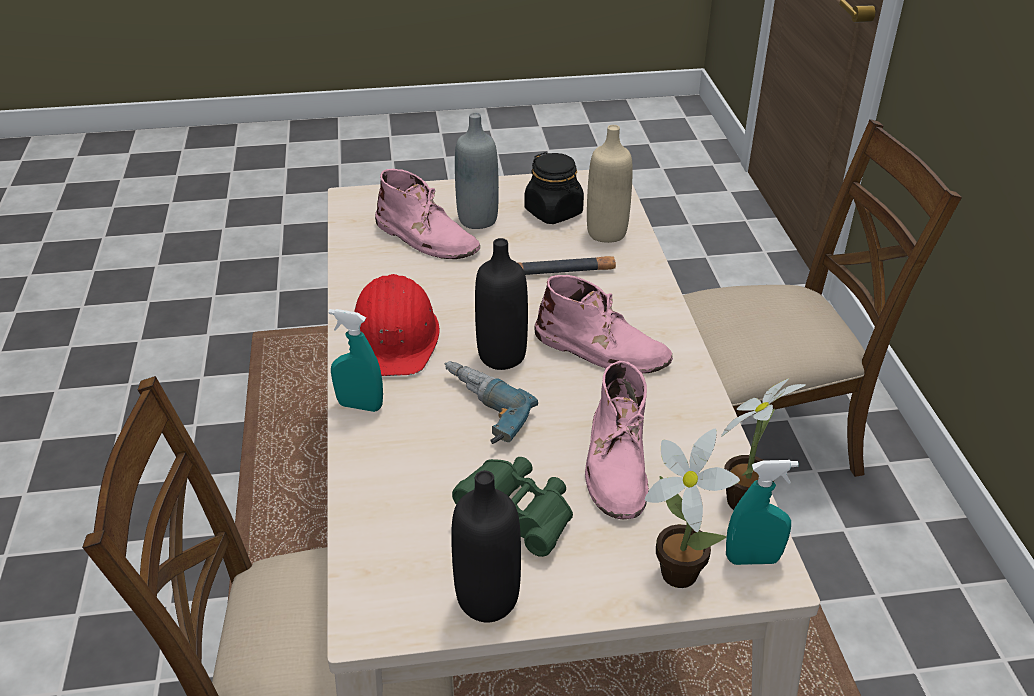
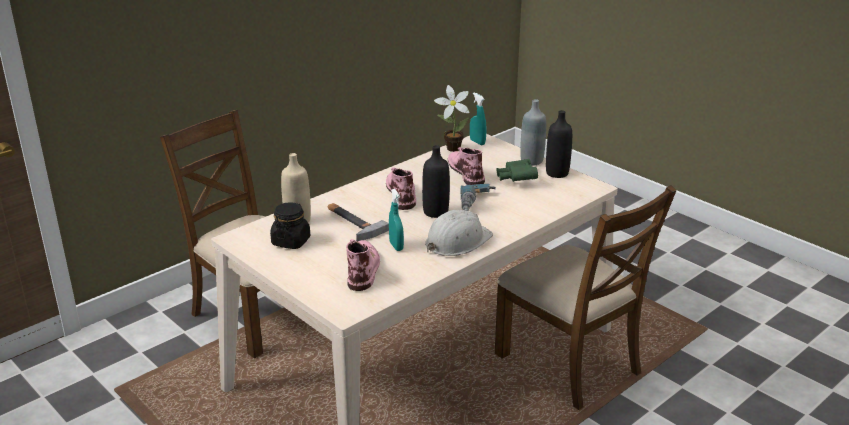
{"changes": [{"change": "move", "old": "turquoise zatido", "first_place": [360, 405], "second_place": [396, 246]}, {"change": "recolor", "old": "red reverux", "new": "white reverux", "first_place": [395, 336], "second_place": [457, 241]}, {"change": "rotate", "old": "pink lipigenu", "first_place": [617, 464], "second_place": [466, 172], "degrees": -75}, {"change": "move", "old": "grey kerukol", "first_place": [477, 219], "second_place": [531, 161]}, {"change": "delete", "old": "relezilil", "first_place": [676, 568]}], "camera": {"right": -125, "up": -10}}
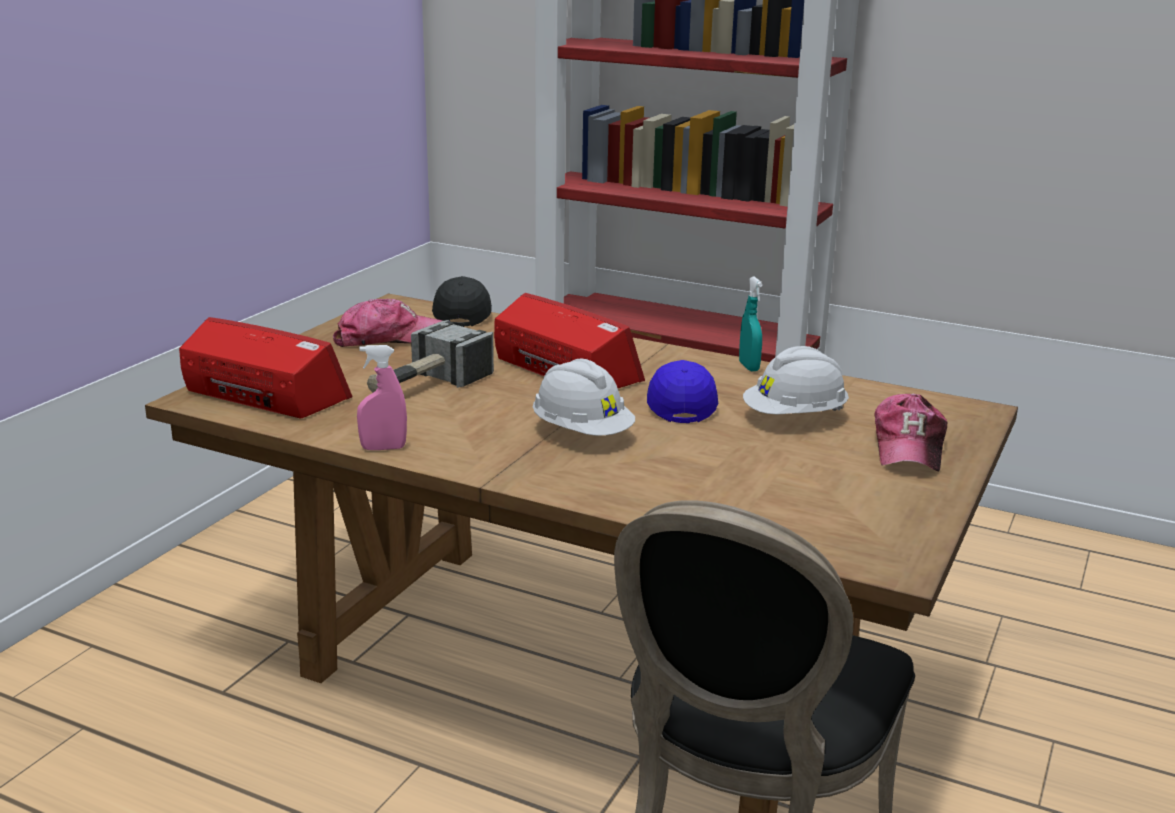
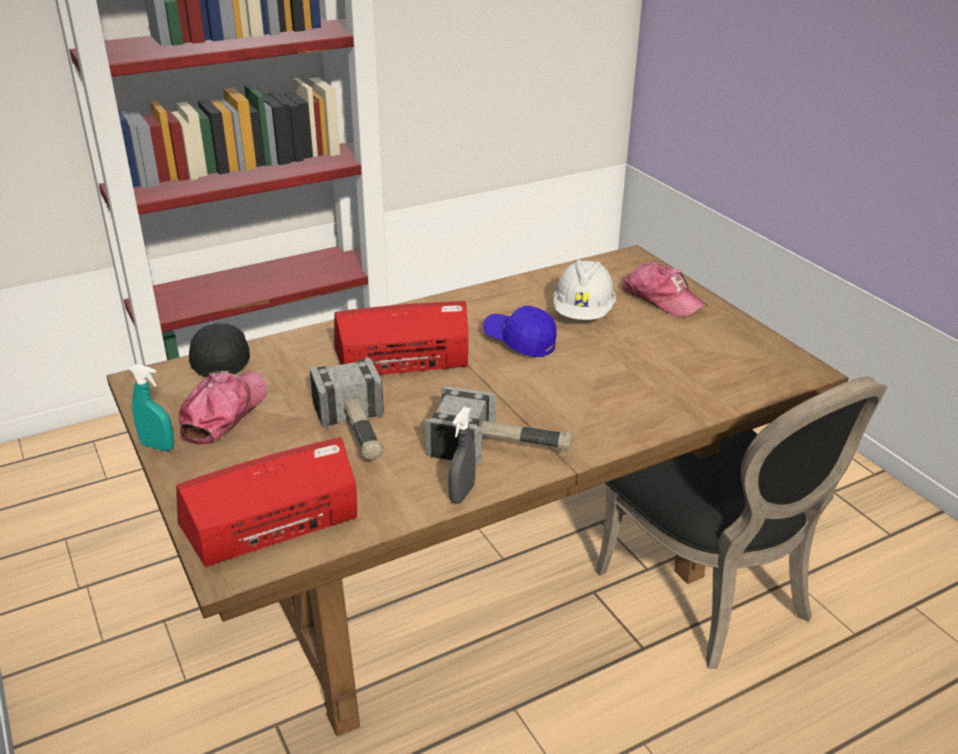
{"changes": [{"change": "move", "old": "turquoise zatido", "first_place": [749, 366], "second_place": [158, 446]}, {"change": "rotate", "old": "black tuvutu", "first_place": [463, 314], "second_place": [221, 358], "degrees": 45}, {"change": "insert", "new": "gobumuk", "second_place": [501, 449]}, {"change": "recolor", "old": "pink zatido", "new": "grey zatido", "first_place": [383, 448], "second_place": [462, 494]}, {"change": "delete", "old": "white reverux", "first_place": [582, 433]}], "camera": {"right": -55, "up": 10}}
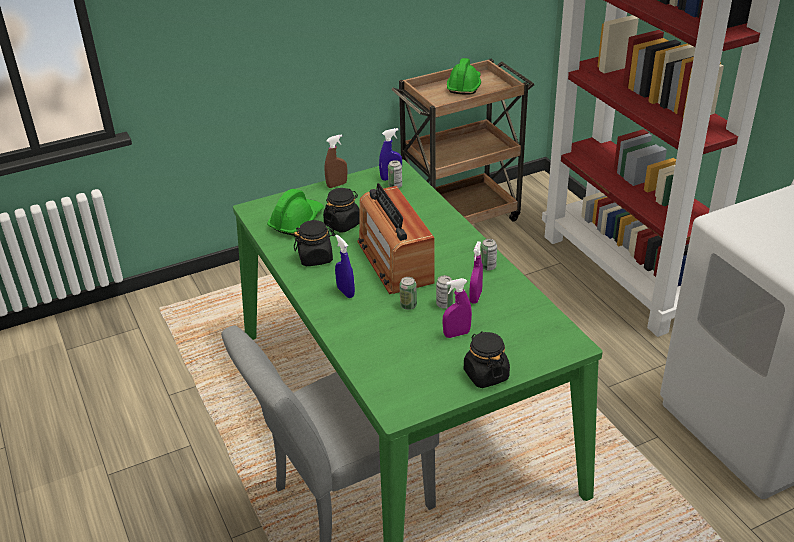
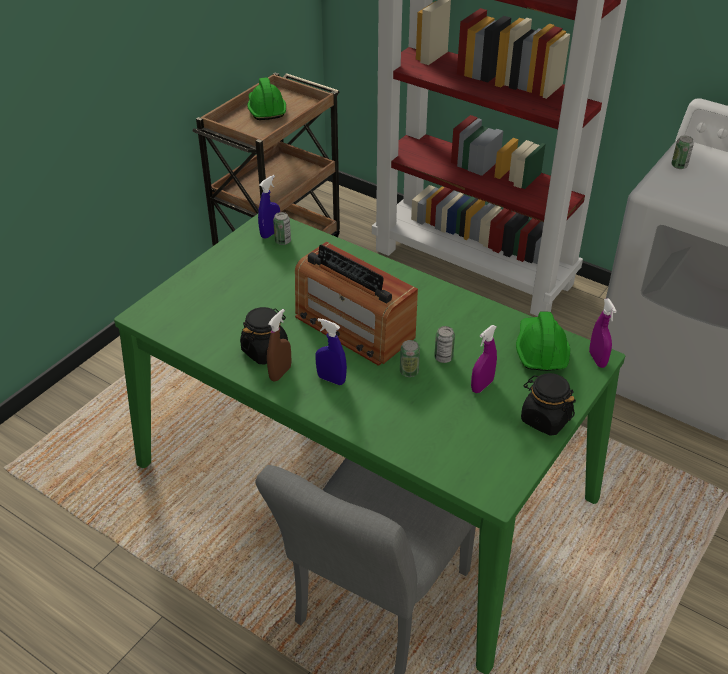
{"changes": [{"change": "move", "old": "brown zatido", "first_place": [337, 185], "second_place": [280, 373]}, {"change": "move", "old": "green reverux", "first_place": [296, 221], "second_place": [540, 350]}, {"change": "move", "old": "purple zatido", "first_place": [475, 297], "second_place": [597, 359]}, {"change": "move", "old": "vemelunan", "first_place": [488, 267], "second_place": [679, 166]}, {"change": "delete", "old": "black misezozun", "first_place": [342, 224]}], "camera": {"right": -30, "up": 5}}
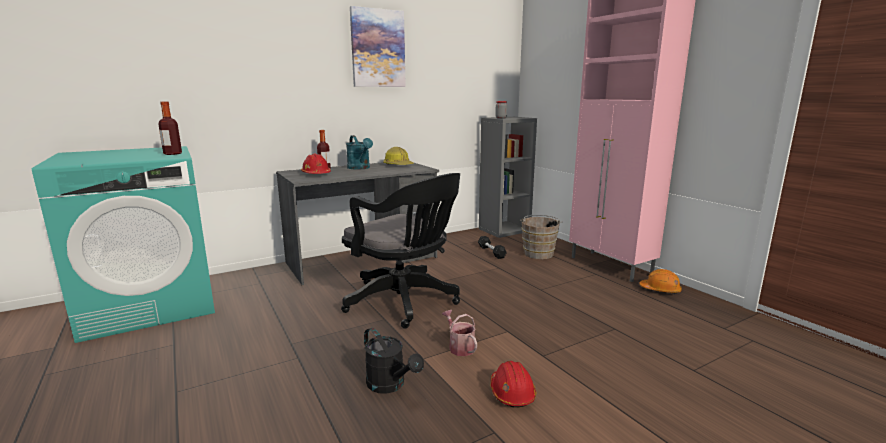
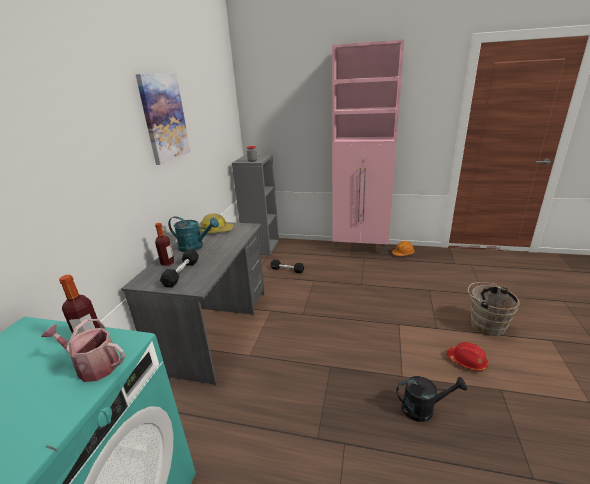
{"changes": [{"change": "move", "old": "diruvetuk", "first_place": [459, 347], "second_place": [93, 366]}, {"change": "replace", "old": "red reverux", "new": "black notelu", "first_place": [316, 174], "second_place": [182, 273]}, {"change": "move", "old": "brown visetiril", "first_place": [538, 253], "second_place": [485, 324]}, {"change": "delete", "old": "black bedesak", "first_place": [405, 302]}], "camera": {"right": -45, "up": 10}}
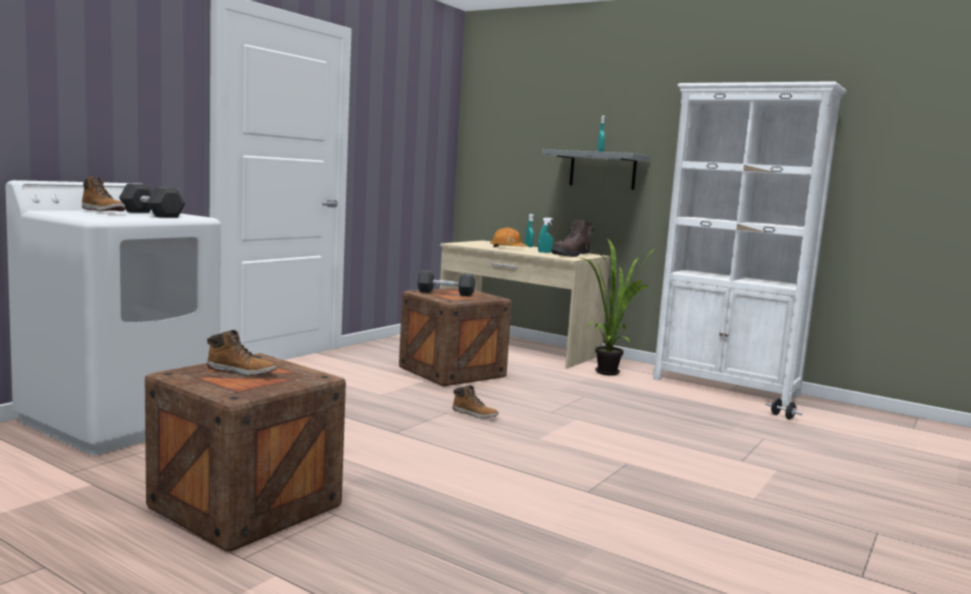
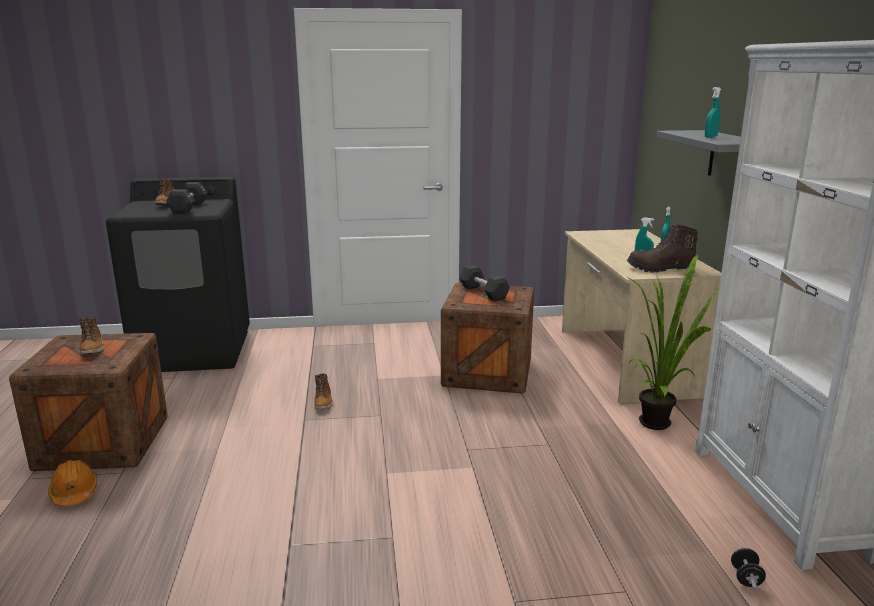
{"changes": [{"change": "move", "old": "orange reverux", "first_place": [507, 248], "second_place": [74, 493]}, {"change": "recolor", "old": "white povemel", "new": "black povemel", "first_place": [121, 421], "second_place": [195, 351]}, {"change": "move", "old": "lipigenu", "first_place": [475, 414], "second_place": [323, 401]}], "camera": {"right": 50, "up": 10}}
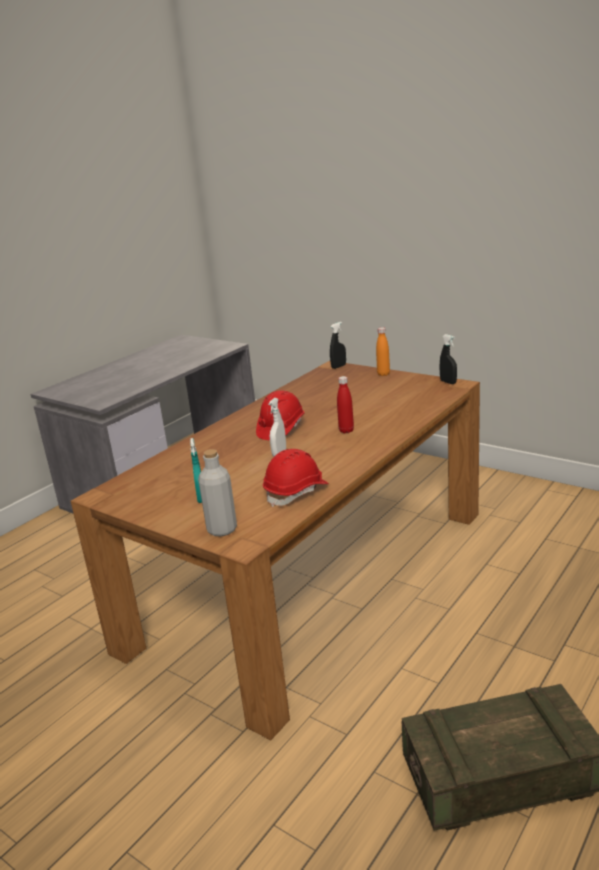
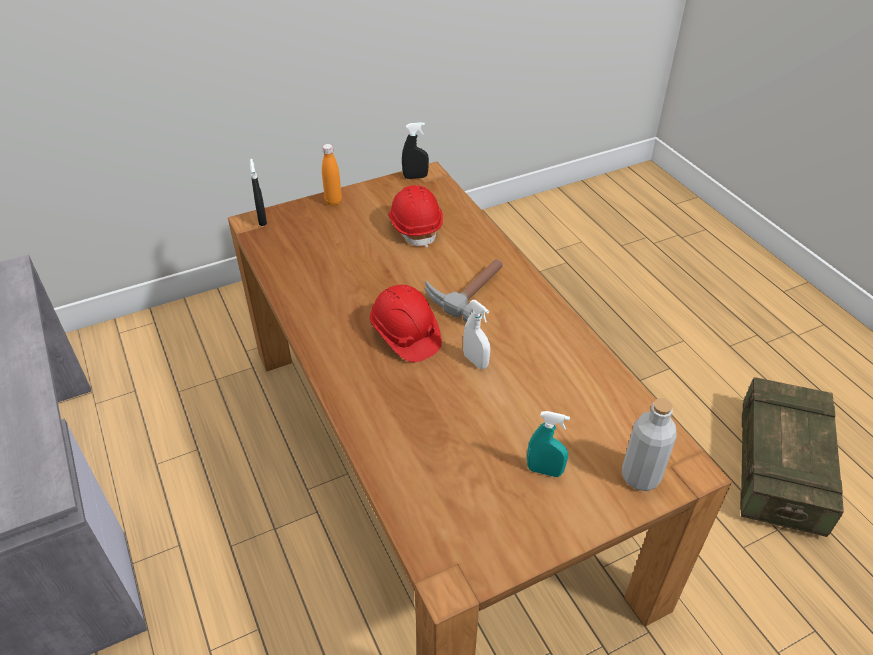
{"changes": [{"change": "move", "old": "red reverux", "first_place": [296, 492], "second_place": [415, 227]}, {"change": "replace", "old": "red kerukol", "new": "gobumuk", "first_place": [346, 431], "second_place": [466, 290]}], "camera": {"right": -65, "up": 20}}
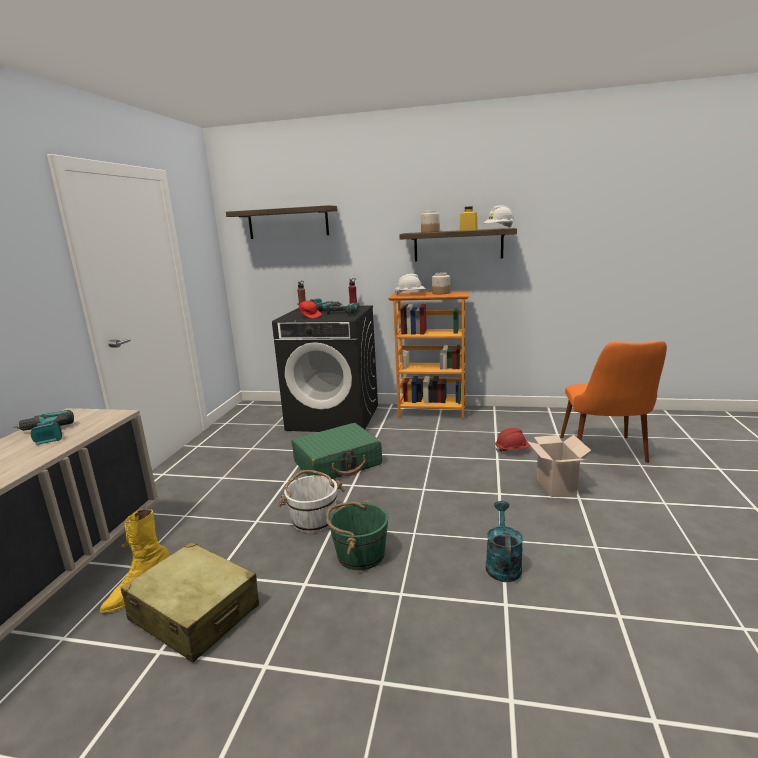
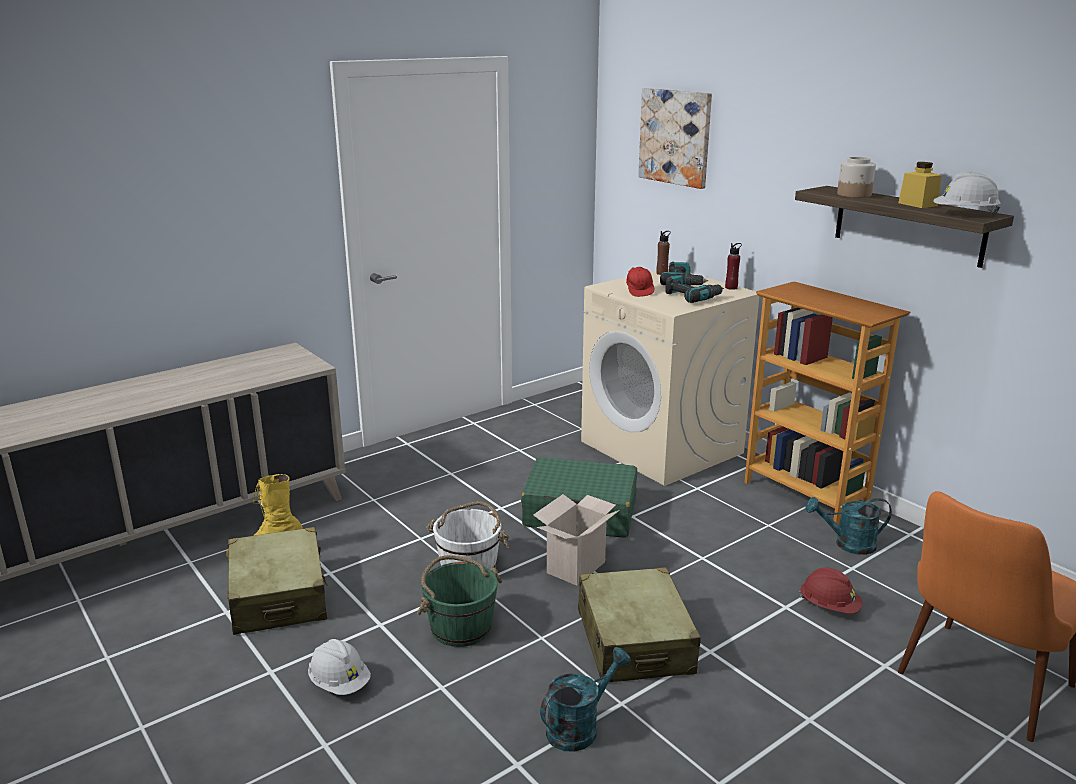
{"changes": [{"change": "move", "old": "white reverux", "first_place": [410, 294], "second_place": [339, 683]}, {"change": "move", "old": "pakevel", "first_place": [554, 486], "second_place": [575, 566]}, {"change": "insert", "new": "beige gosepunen", "second_place": [634, 642]}, {"change": "recolor", "old": "black povemel", "new": "beige povemel", "first_place": [334, 417], "second_place": [662, 447]}, {"change": "replace", "old": "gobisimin", "new": "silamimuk", "first_place": [288, 223], "second_place": [675, 137]}, {"change": "insert", "new": "turquoise diruvetuk", "second_place": [848, 544]}, {"change": "delete", "old": "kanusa", "first_place": [45, 435]}, {"change": "delete", "old": "misezozun", "first_place": [441, 293]}], "camera": {"right": 40, "up": 5}}
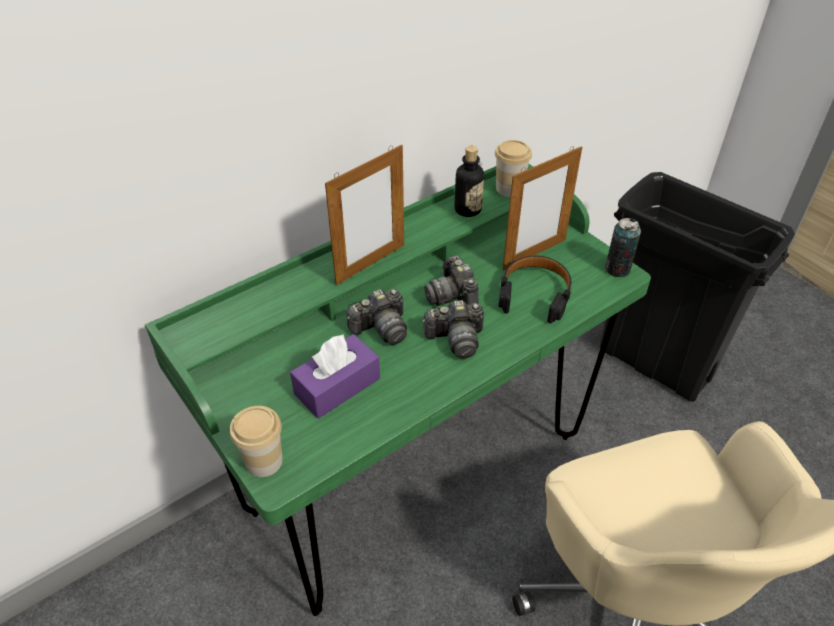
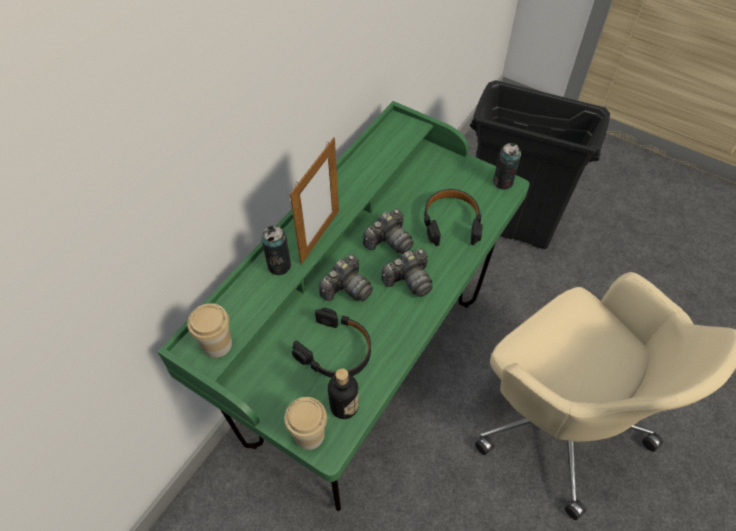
{"changes": [{"change": "move", "old": "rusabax", "first_place": [509, 189], "second_place": [217, 344]}, {"change": "insert", "new": "vemelunan", "second_place": [279, 265]}, {"change": "replace", "old": "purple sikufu", "new": "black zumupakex", "first_place": [337, 386], "second_place": [336, 350]}, {"change": "move", "old": "kerukol", "first_place": [467, 209], "second_place": [344, 406]}, {"change": "rotate", "old": "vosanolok", "first_place": [452, 295], "second_place": [389, 241], "degrees": -90}, {"change": "delete", "old": "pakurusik", "first_place": [534, 254]}], "camera": {"right": -20, "up": 10}}
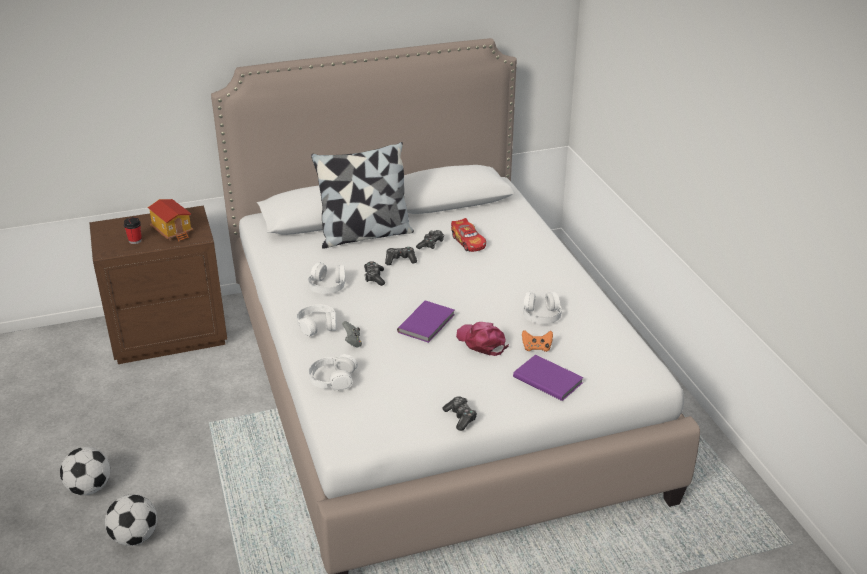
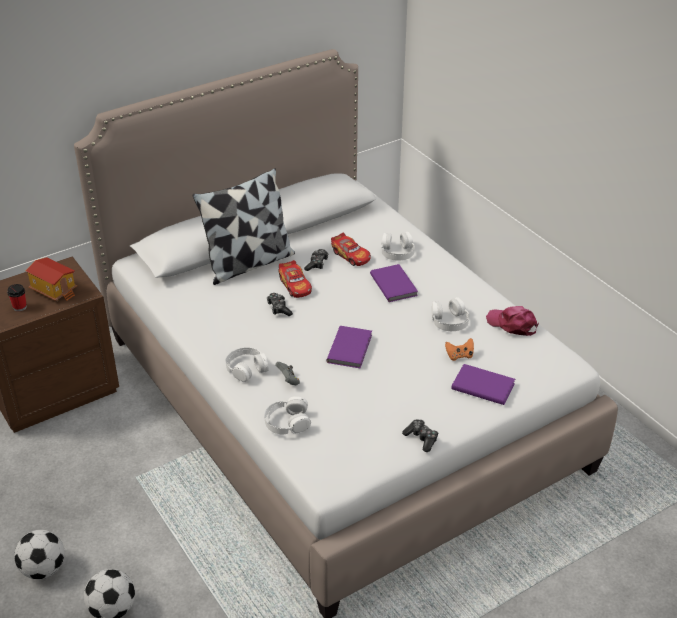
{"changes": [{"change": "replace", "old": "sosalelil", "new": "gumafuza", "first_place": [400, 260], "second_place": [295, 285]}, {"change": "insert", "new": "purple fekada", "second_place": [394, 284]}, {"change": "move", "old": "white zumupakex", "first_place": [327, 285], "second_place": [397, 252]}, {"change": "move", "old": "pink tuvutu", "first_place": [482, 342], "second_place": [512, 324]}], "camera": {"right": -15, "up": 5}}
